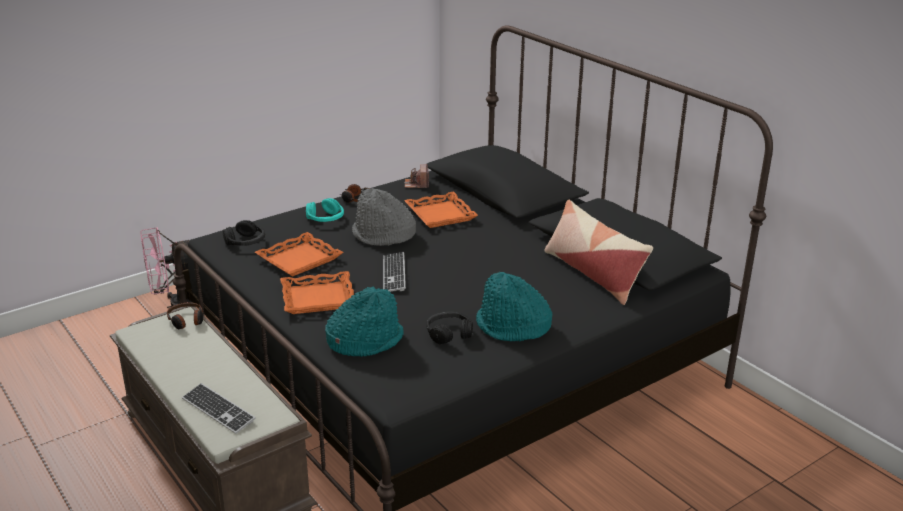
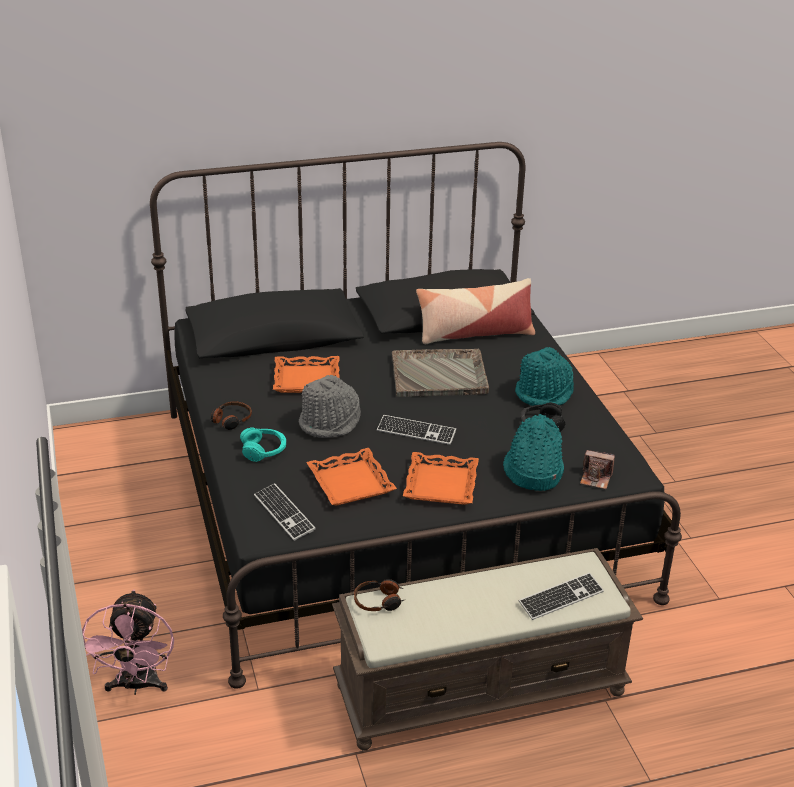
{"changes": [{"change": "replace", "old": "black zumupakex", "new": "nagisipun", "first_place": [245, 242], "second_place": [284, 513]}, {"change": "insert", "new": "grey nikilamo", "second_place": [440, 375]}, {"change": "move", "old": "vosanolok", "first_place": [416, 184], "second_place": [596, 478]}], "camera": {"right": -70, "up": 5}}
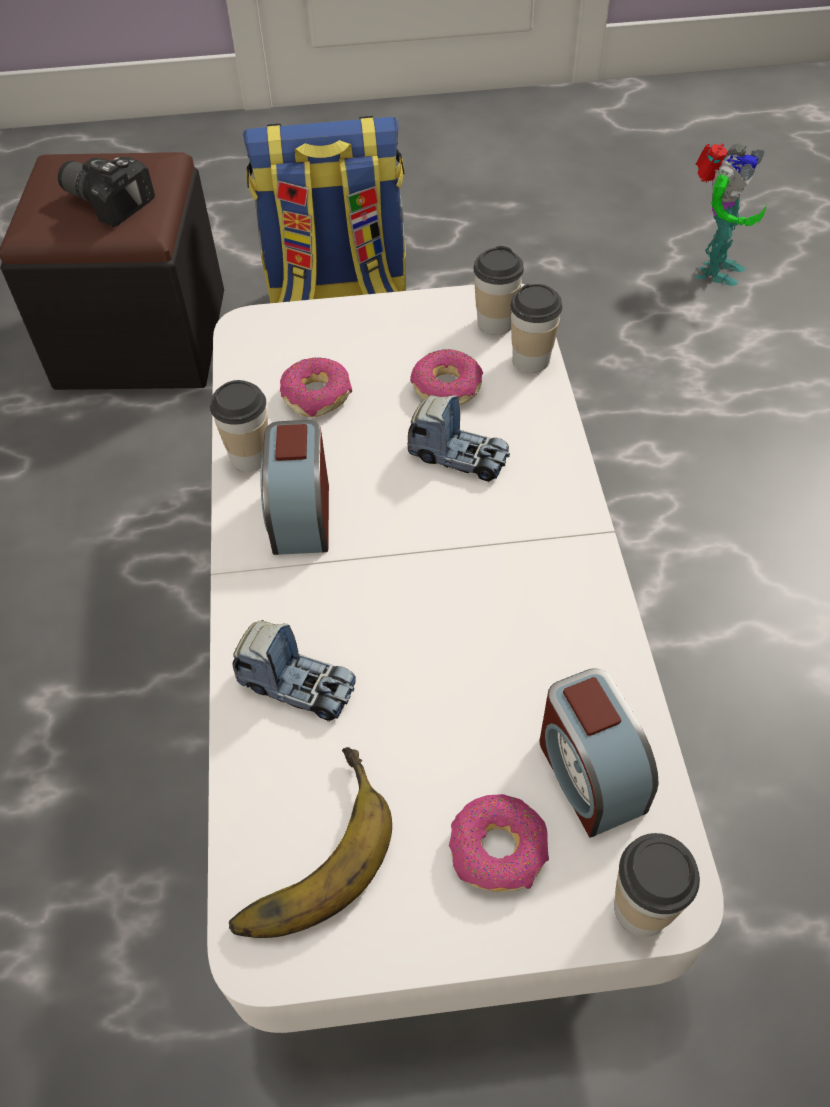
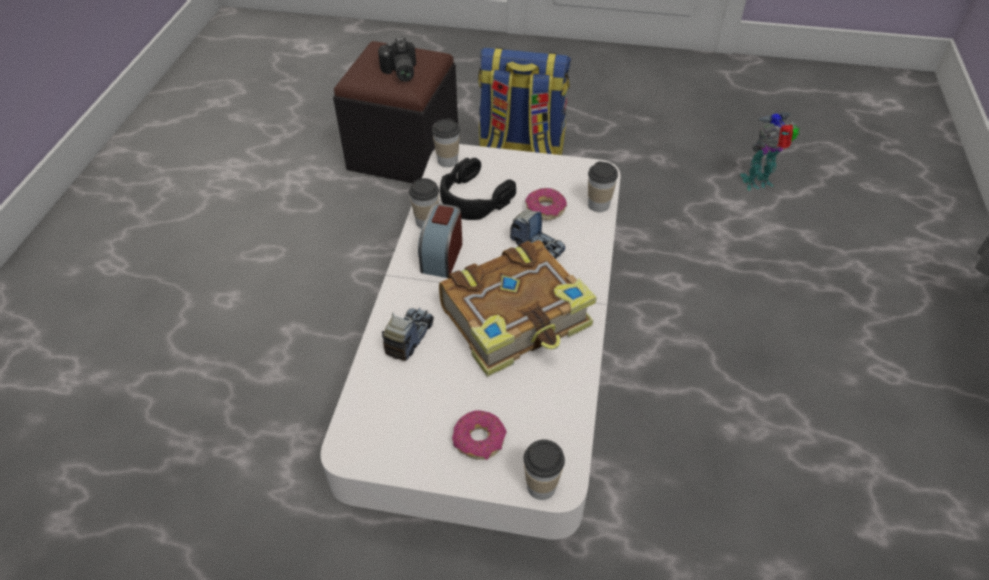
{"changes": [{"change": "rotate", "old": "vosanolok", "first_place": [109, 200], "second_place": [399, 72], "degrees": -150}, {"change": "rotate", "old": "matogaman", "first_place": [297, 685], "second_place": [409, 338], "degrees": -105}, {"change": "move", "old": "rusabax", "first_place": [495, 323], "second_place": [447, 160]}, {"change": "insert", "new": "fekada", "second_place": [517, 319]}, {"change": "replace", "old": "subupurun", "new": "black zumupakex", "first_place": [317, 395], "second_place": [473, 198]}, {"change": "rotate", "old": "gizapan", "first_place": [712, 270], "second_place": [758, 183], "degrees": -150}, {"change": "delete", "old": "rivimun", "first_place": [304, 850]}, {"change": "delete", "old": "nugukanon", "first_place": [588, 773]}], "camera": {"right": 15, "up": -5}}
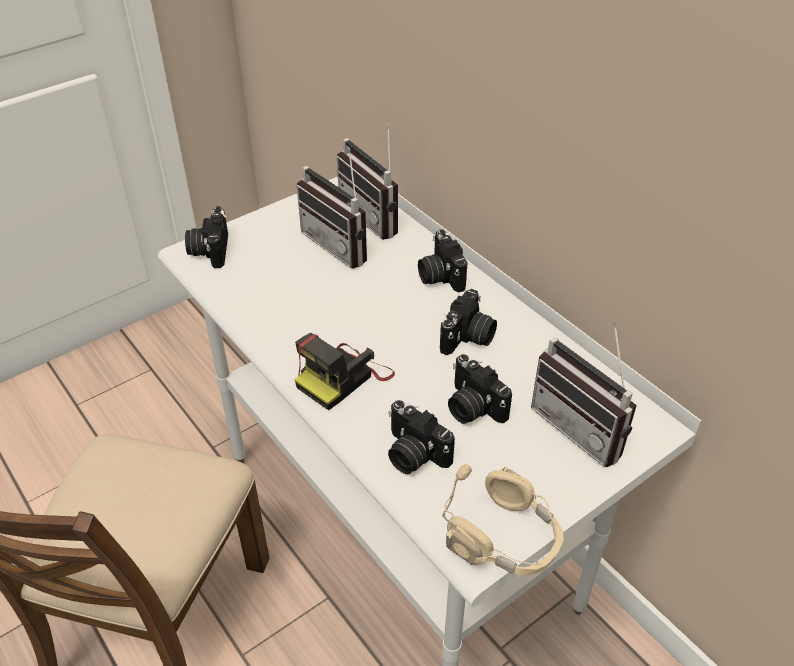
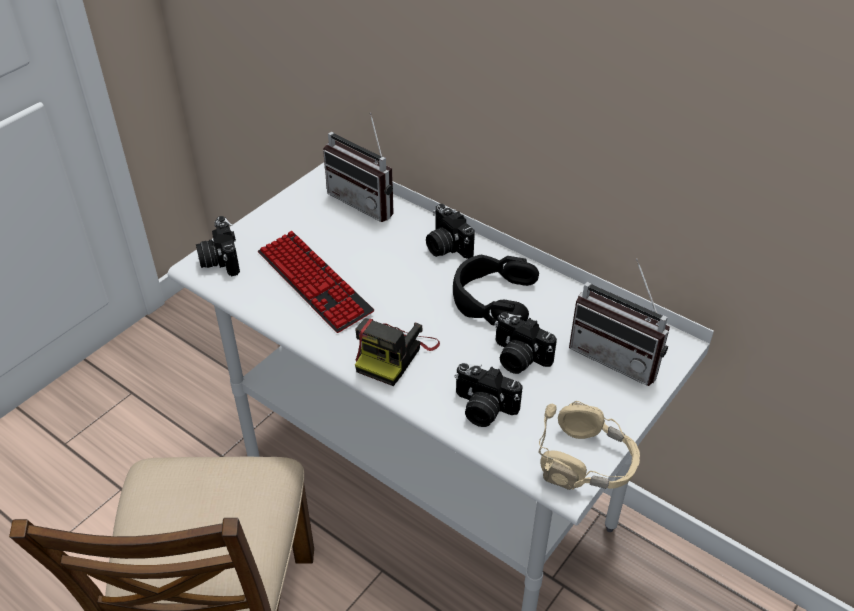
{"changes": [{"change": "insert", "new": "nagisipun", "second_place": [314, 282]}, {"change": "replace", "old": "vosanolok", "new": "black zumupakex", "first_place": [468, 338], "second_place": [492, 298]}, {"change": "delete", "old": "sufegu", "first_place": [342, 244]}], "camera": {"right": -15, "up": 0}}
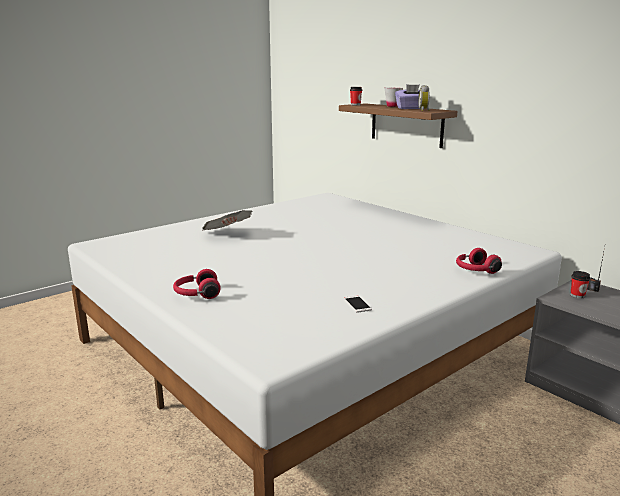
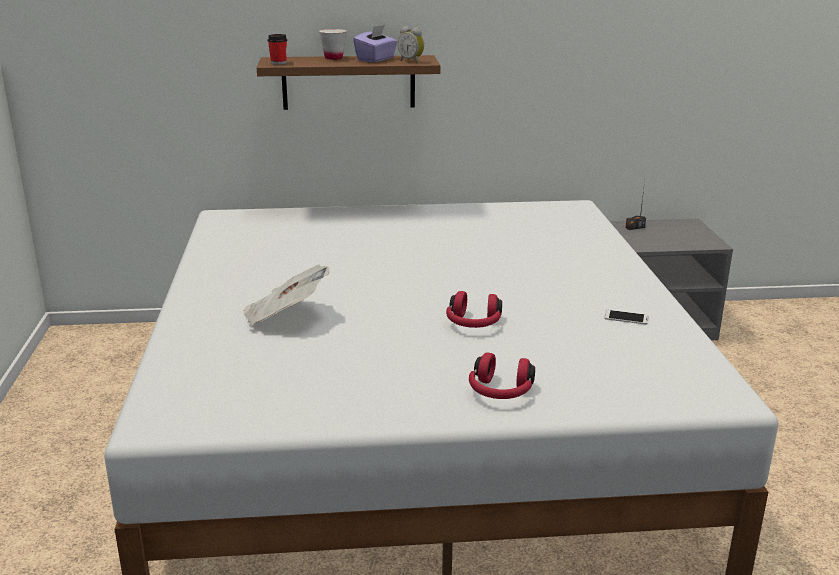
{"changes": [{"change": "move", "old": "red zumupakex", "first_place": [475, 270], "second_place": [473, 324]}, {"change": "delete", "old": "rusabax", "first_place": [577, 295]}], "camera": {"right": -55, "up": 5}}
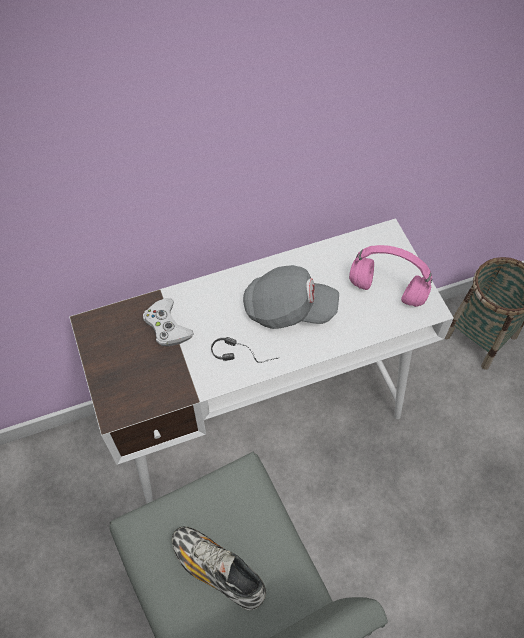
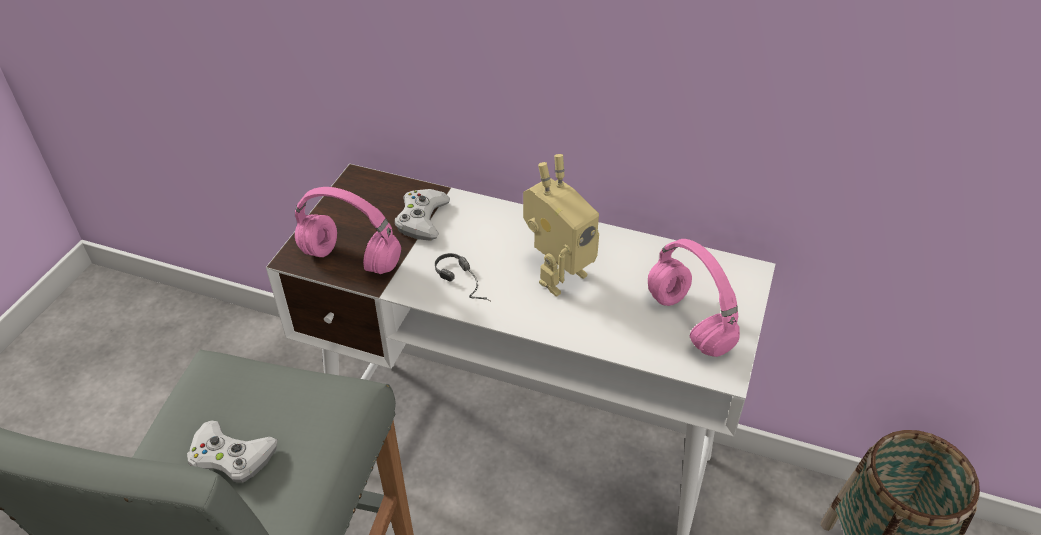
{"changes": [{"change": "replace", "old": "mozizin", "new": "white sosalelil", "first_place": [218, 570], "second_place": [231, 456]}, {"change": "insert", "new": "pink zumupakex", "second_place": [352, 259]}, {"change": "replace", "old": "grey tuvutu", "new": "gizapan", "first_place": [288, 309], "second_place": [557, 274]}], "camera": {"right": 40, "up": -15}}
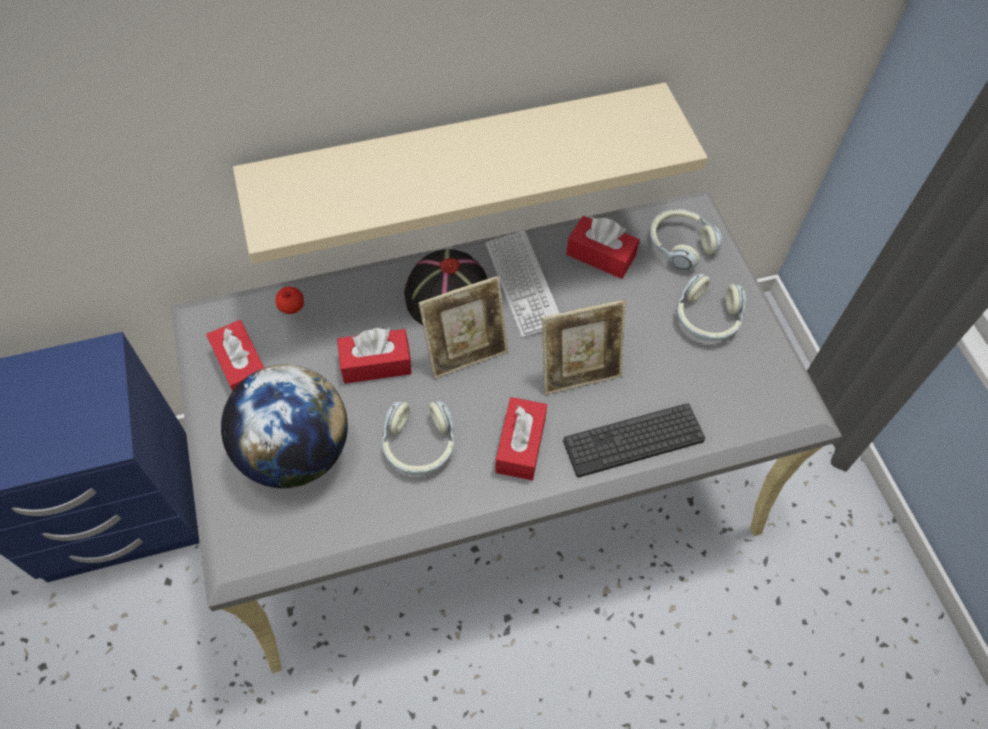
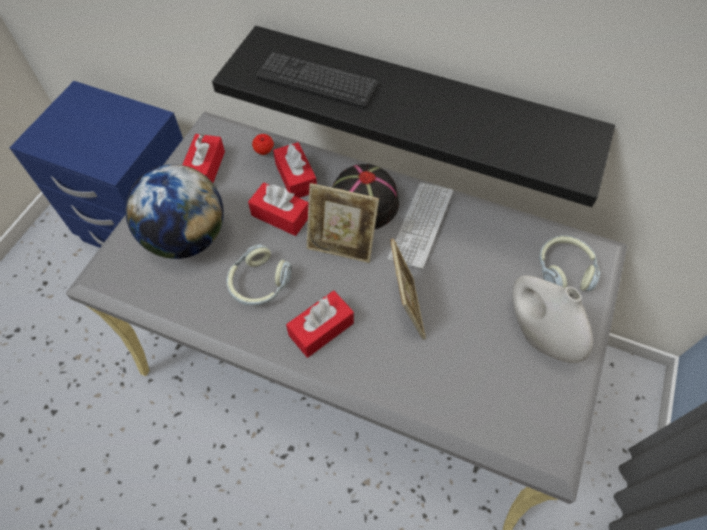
{"changes": [{"change": "recolor", "old": "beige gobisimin", "new": "black gobisimin", "first_place": [458, 155], "second_place": [420, 101]}, {"change": "move", "old": "nagisipun", "first_place": [633, 440], "second_place": [317, 81]}, {"change": "move", "old": "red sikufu", "first_place": [600, 255], "second_place": [296, 178]}, {"change": "rotate", "old": "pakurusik", "first_place": [579, 372], "second_place": [405, 309], "degrees": -120}, {"change": "replace", "old": "zumupakex", "new": "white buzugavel", "first_place": [707, 318], "second_place": [538, 335]}], "camera": {"right": 40, "up": 0}}
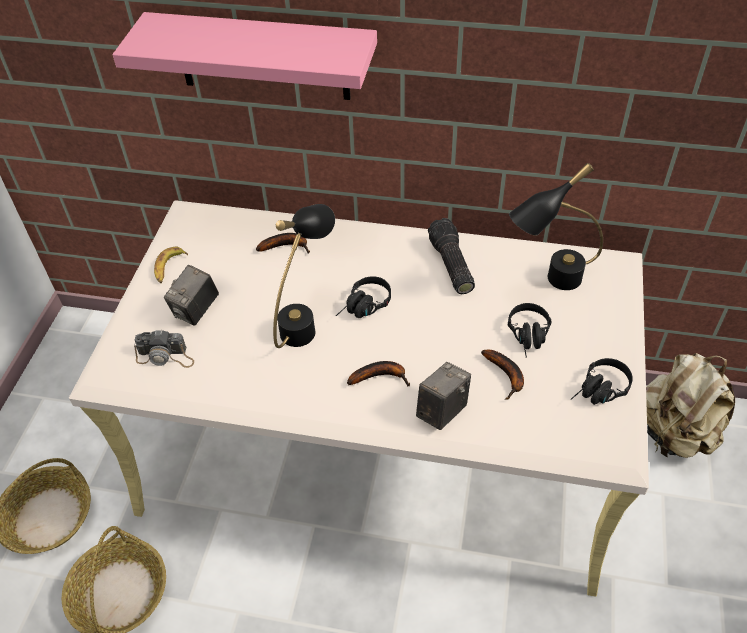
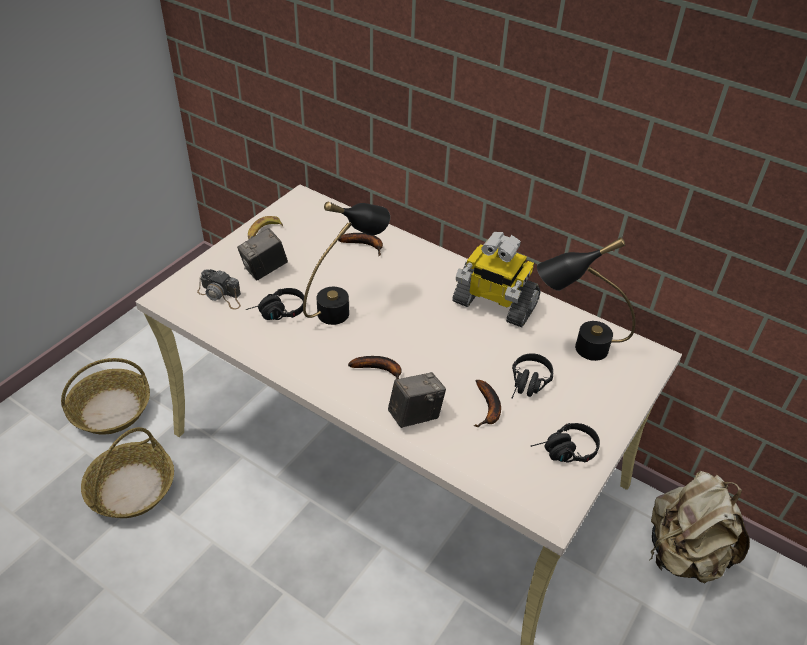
{"changes": [{"change": "move", "old": "black zumupakex", "first_place": [364, 308], "second_place": [277, 313]}, {"change": "replace", "old": "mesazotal", "new": "gizapan", "first_place": [450, 265], "second_place": [493, 304]}, {"change": "delete", "old": "pink gobisimin", "first_place": [263, 57]}], "camera": {"right": 20, "up": -5}}
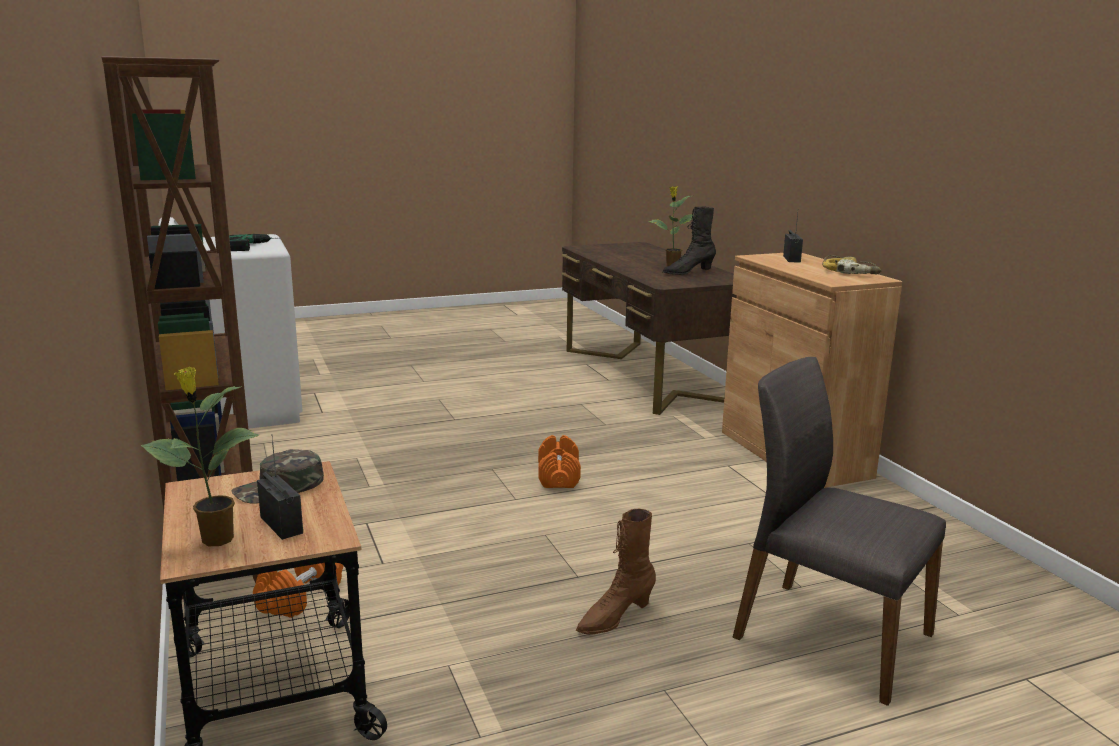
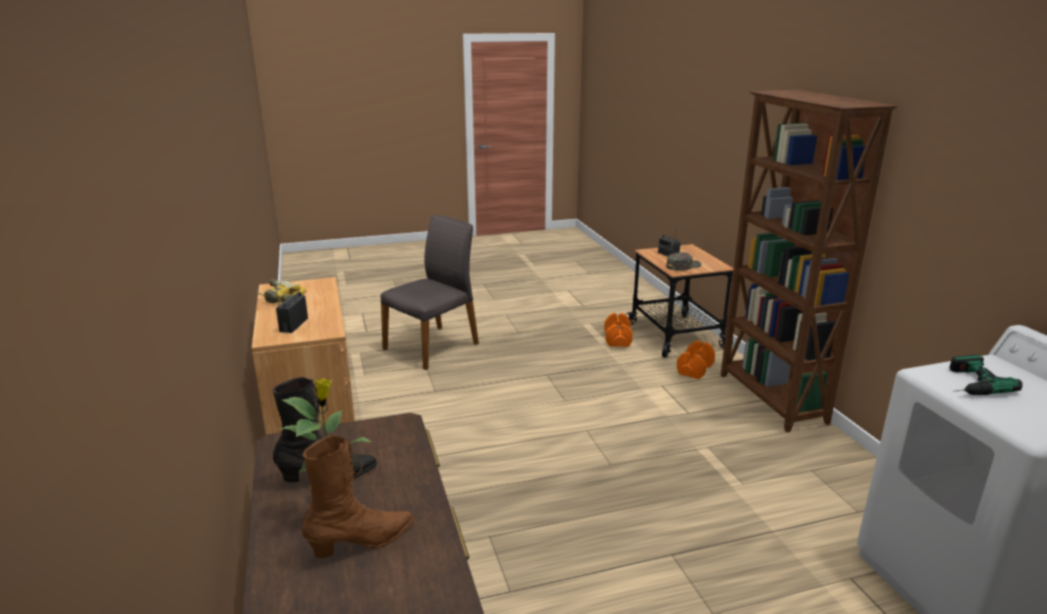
{"changes": [{"change": "move", "old": "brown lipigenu", "first_place": [615, 618], "second_place": [363, 542]}, {"change": "rotate", "old": "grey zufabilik", "first_place": [829, 636], "second_place": [433, 346], "degrees": -90}, {"change": "move", "old": "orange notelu", "first_place": [559, 477], "second_place": [617, 339]}, {"change": "delete", "old": "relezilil", "first_place": [215, 540]}], "camera": {"right": -175, "up": 5}}
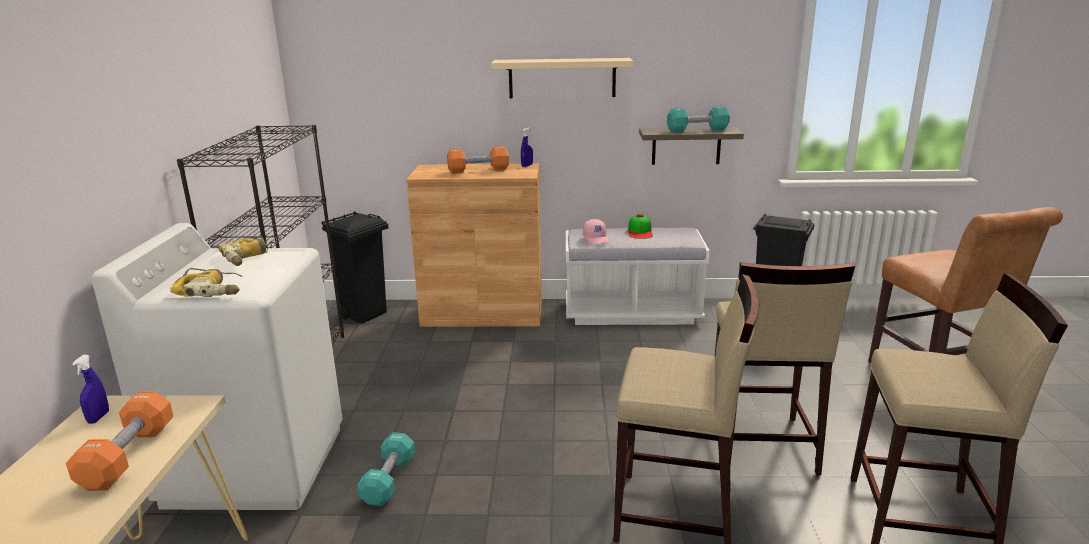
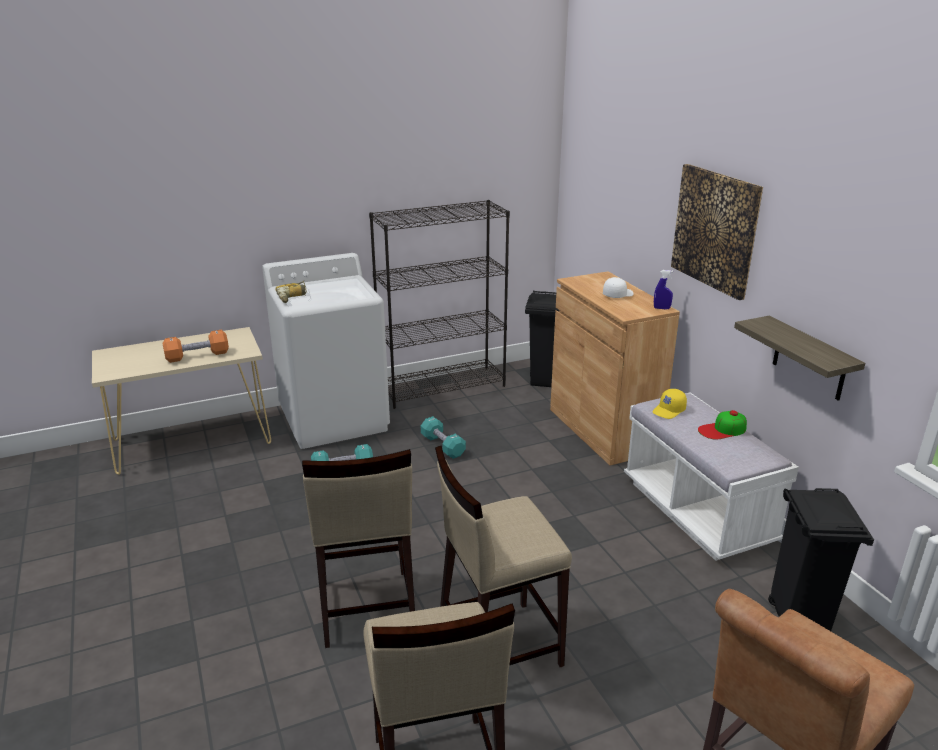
{"changes": [{"change": "move", "old": "turquoise notelu", "first_place": [697, 130], "second_place": [443, 446]}, {"change": "replace", "old": "orange notelu", "new": "white tuvutu", "first_place": [478, 170], "second_place": [617, 295]}, {"change": "recolor", "old": "pink tuvutu", "new": "yellow tuvutu", "first_place": [596, 239], "second_place": [669, 411]}, {"change": "replace", "old": "beige gobisimin", "new": "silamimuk", "first_place": [562, 78], "second_place": [715, 229]}, {"change": "delete", "old": "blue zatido", "first_place": [98, 418]}, {"change": "delete", "old": "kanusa", "first_place": [248, 257]}], "camera": {"right": 65, "up": 5}}
